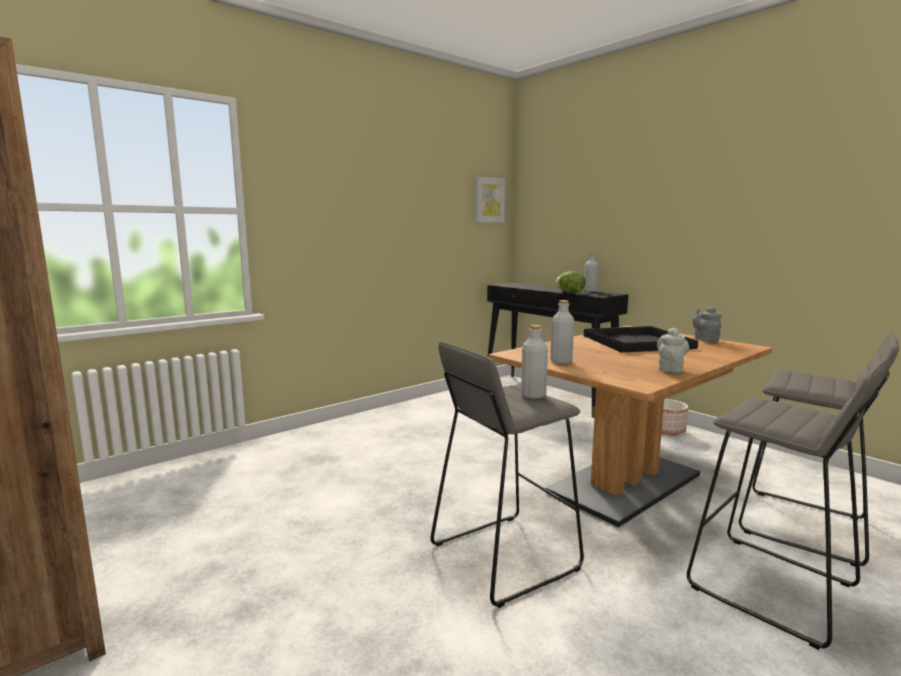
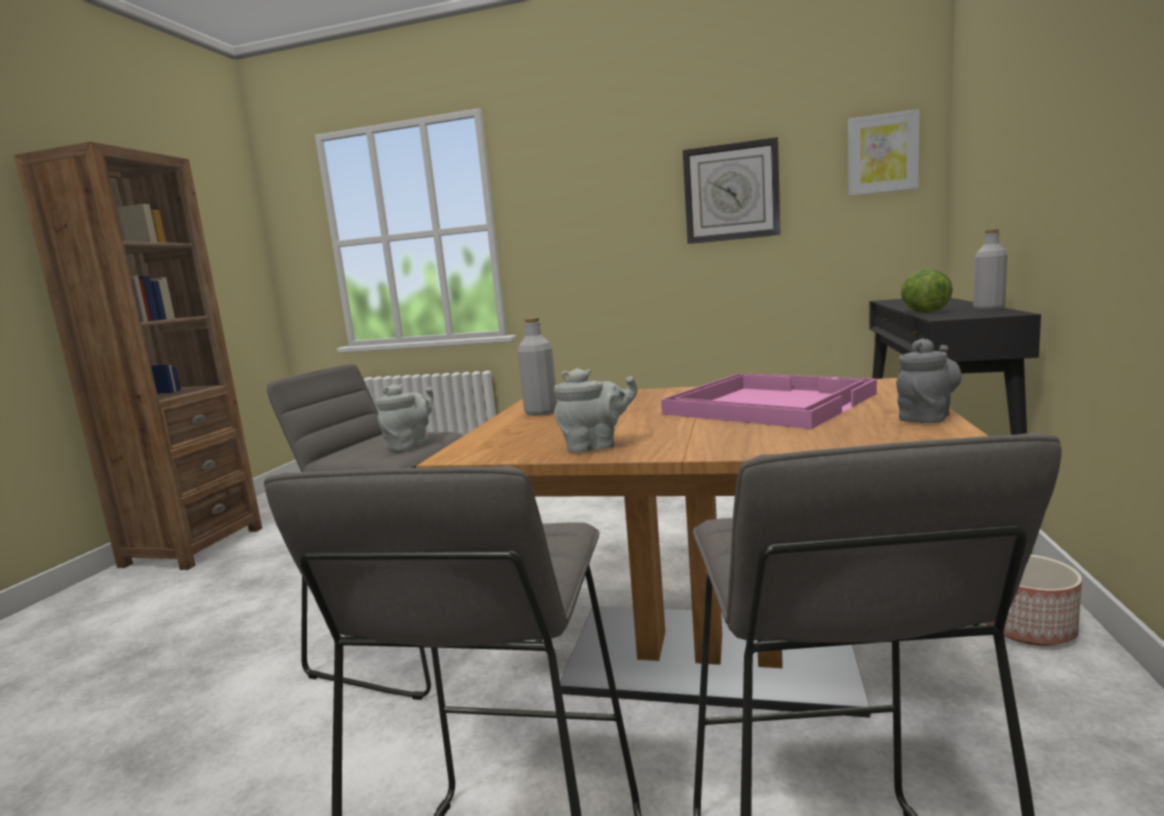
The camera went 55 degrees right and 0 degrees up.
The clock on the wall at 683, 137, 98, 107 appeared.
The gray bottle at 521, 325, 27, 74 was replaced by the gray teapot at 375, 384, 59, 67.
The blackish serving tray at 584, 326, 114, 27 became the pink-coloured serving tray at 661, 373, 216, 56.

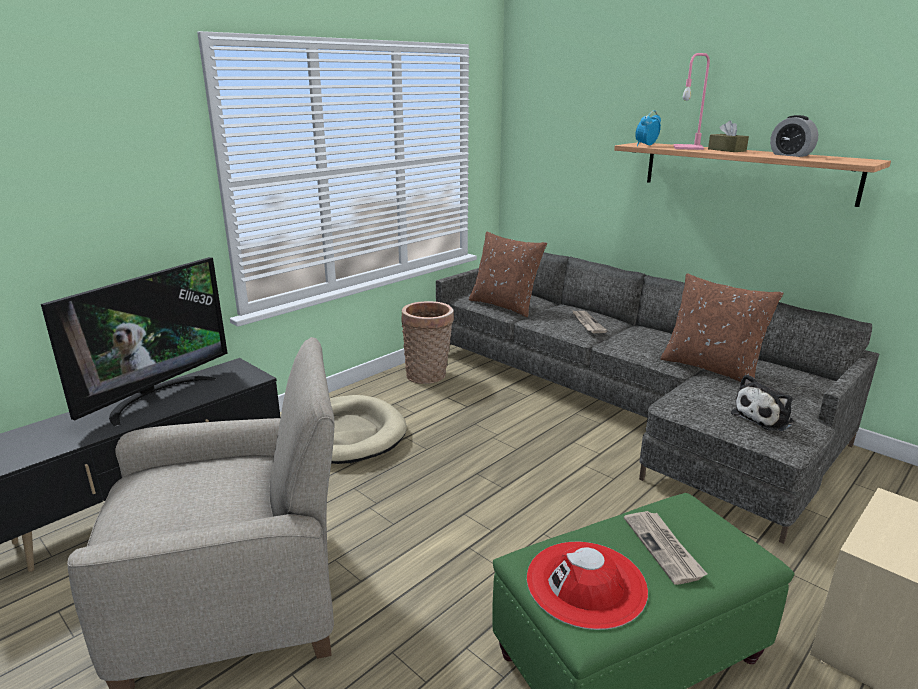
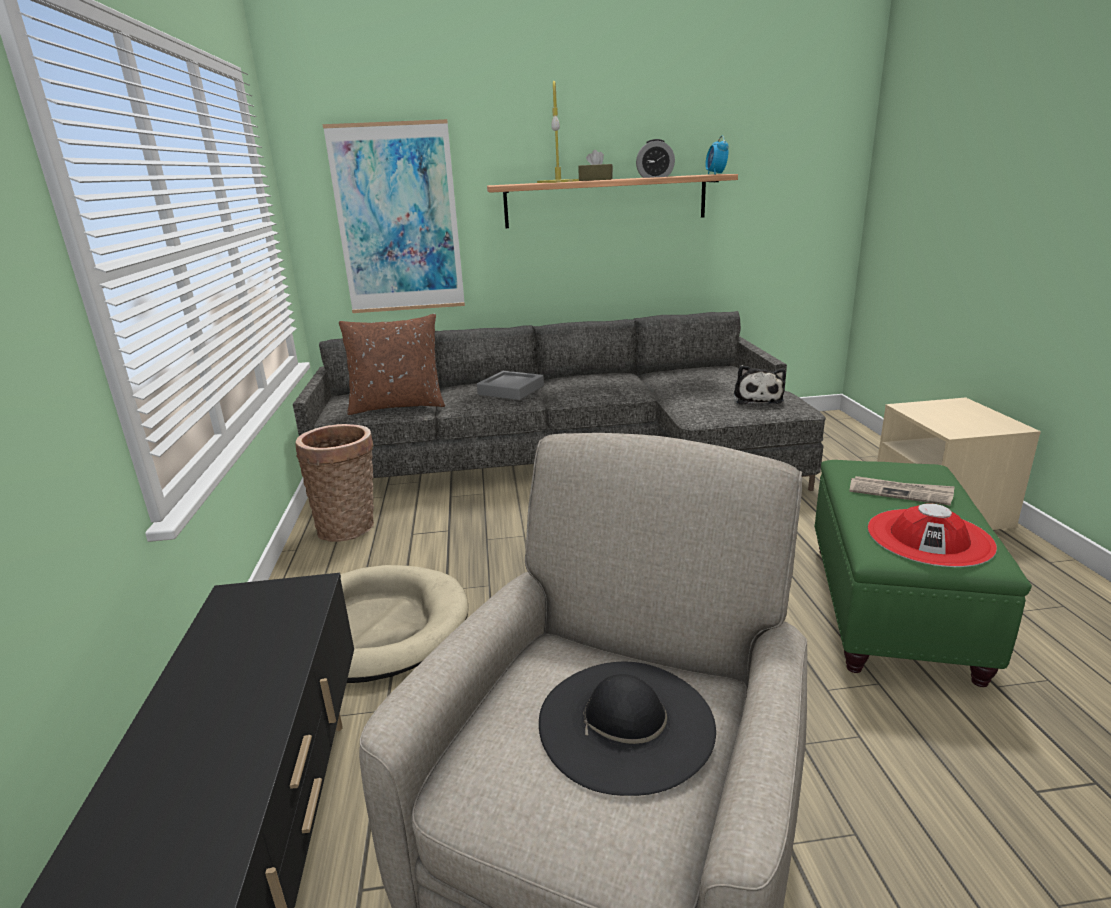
The camera went 50 degrees left and 0 degrees up.
The television at 41, 257, 187, 170 disappeared.
The brown throw pillow at 660, 274, 124, 108 disappeared.
The picture at 322, 119, 143, 194 appeared.
The blackish wearable hat at 539, 662, 177, 134 appeared.
The alarm clock moved from 635, 110, 26, 36 to 705, 136, 24, 39.
The newspaper at 572, 310, 35, 23 was replaced by the gray serving tray at 477, 371, 67, 29.
The pink-coloured tabletop lamp at 674, 53, 36, 97 became the yellow tabletop lamp at 537, 81, 42, 102.

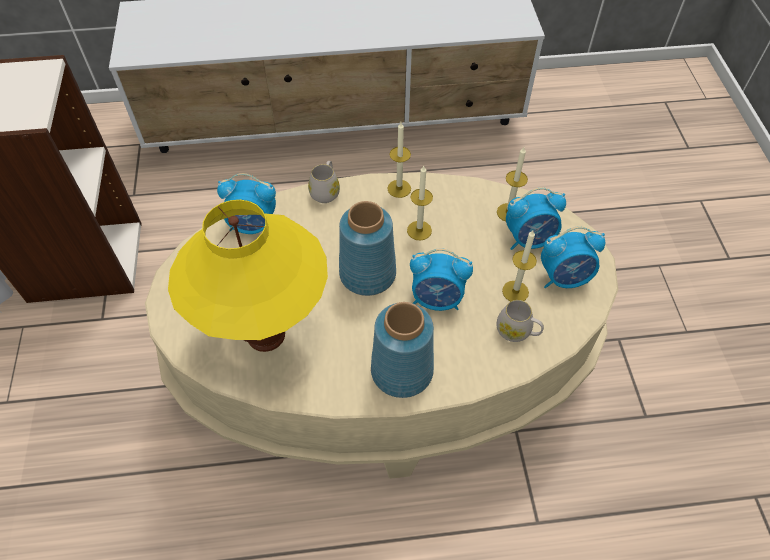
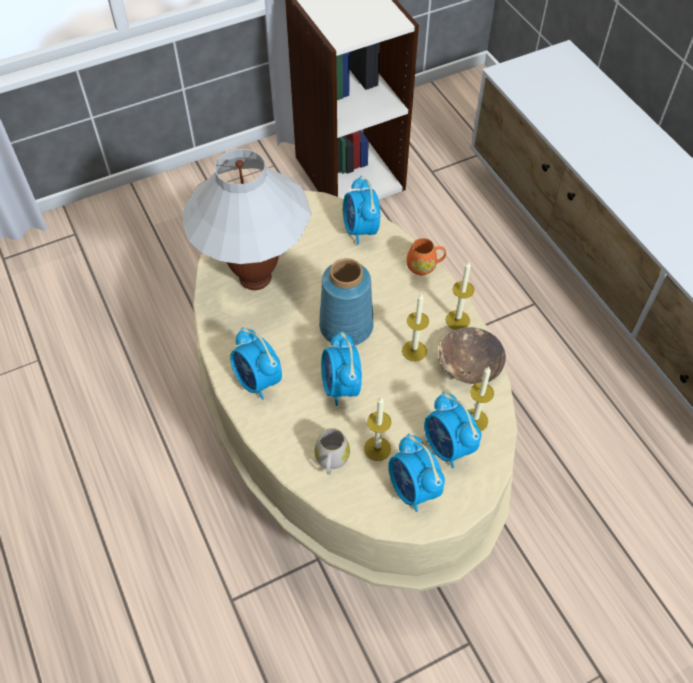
The camera went 70 degrees right and 0 degrees up.
The brown deep dish at 439, 327, 67, 57 appeared.
The blue-coloured vase at 371, 302, 63, 96 was replaced by the alarm clock at 230, 327, 52, 73.
The yellow tabletop lamp at 168, 200, 160, 152 became the white-coloured tabletop lamp at 182, 149, 130, 141.
The white-coloured mug at 308, 161, 32, 42 became the orange-coloured mug at 406, 238, 40, 37.

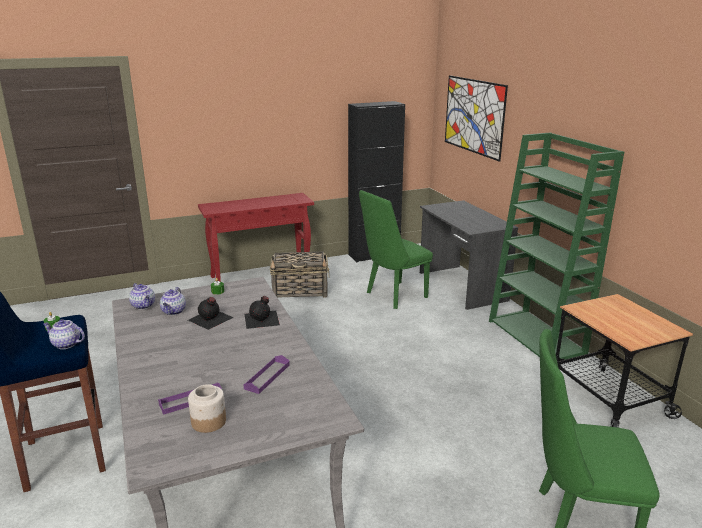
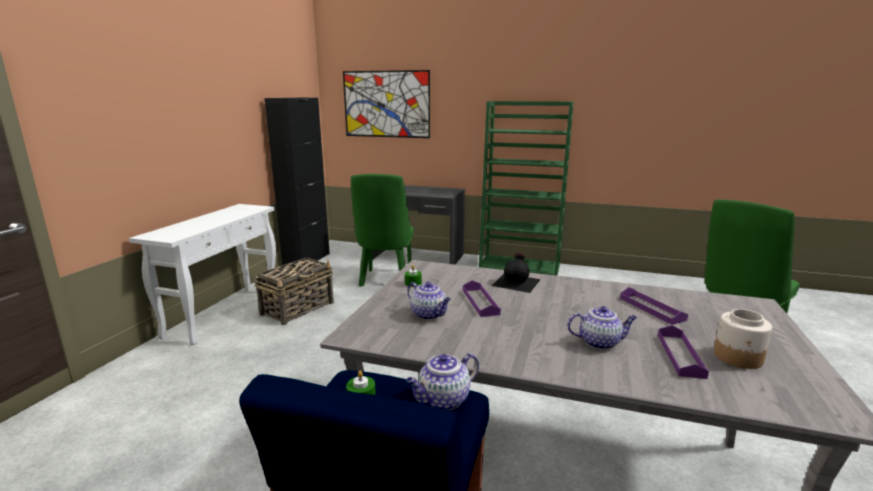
The camera went 50 degrees left and 5 degrees down.
The trolley at 556, 294, 137, 134 disappeared.
The teapot moved from 129, 283, 26, 26 to 567, 306, 70, 44.
The blackish bottle at 188, 297, 46, 33 was replaced by the purple serving tray at 463, 281, 38, 36.
The red hall table at 198, 193, 116, 89 became the white-coloured hall table at 129, 204, 147, 141.

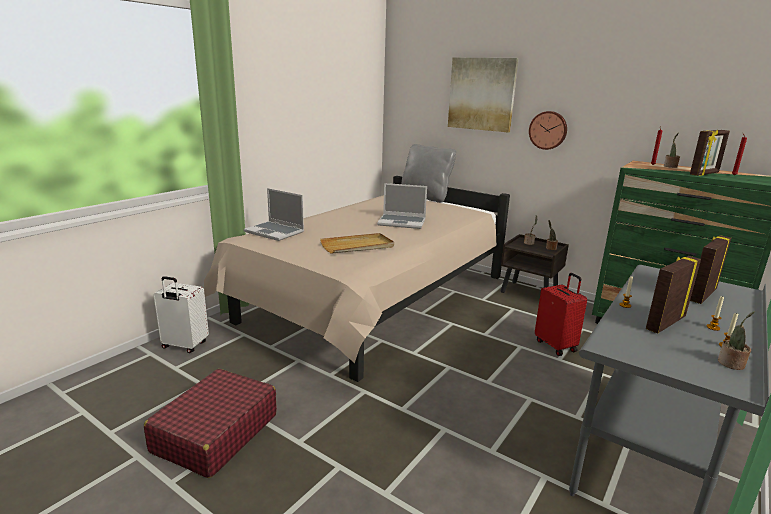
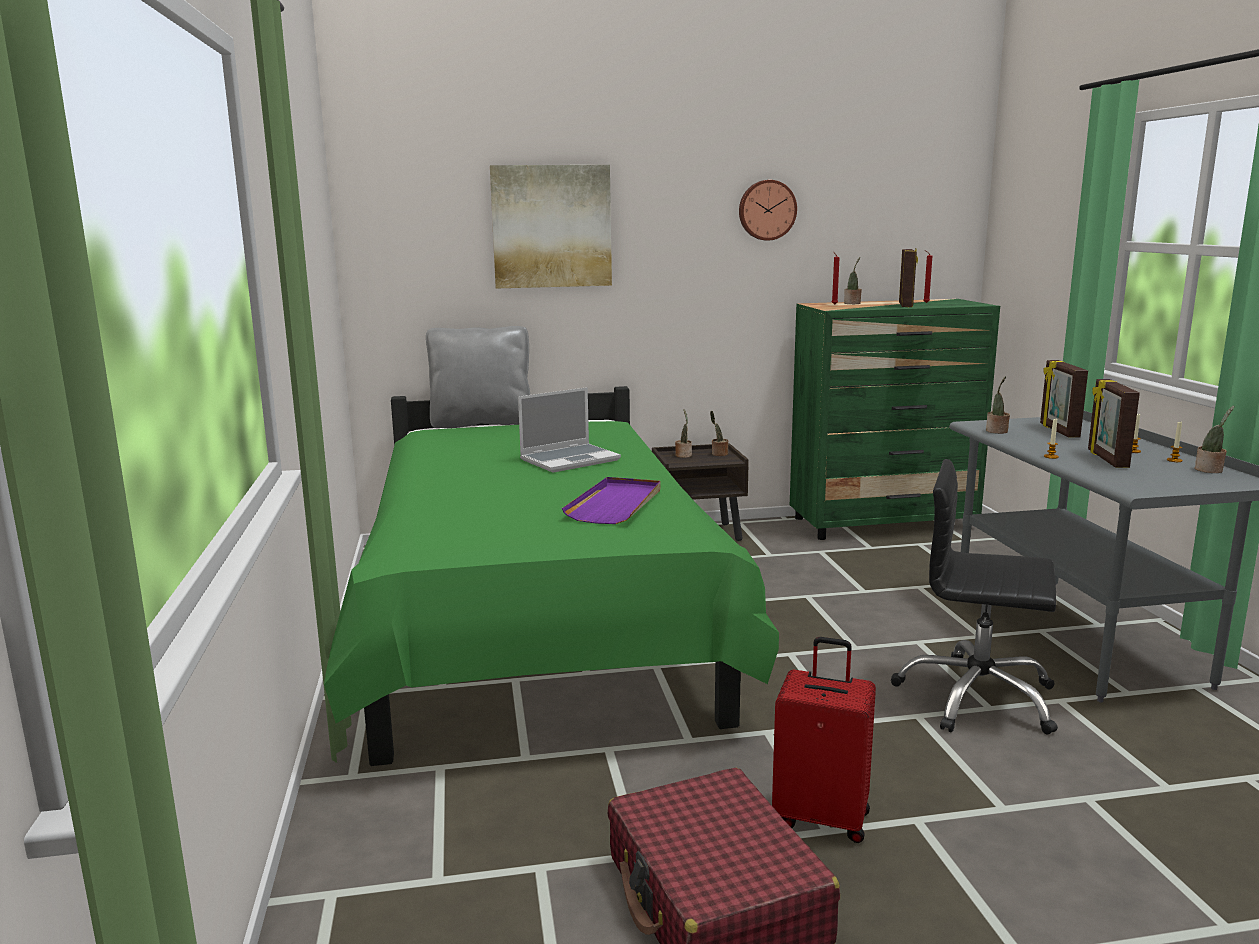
The camera went 45 degrees left and 5 degrees down.
The white-coloured piece of luggage at 154, 276, 55, 77 disappeared.
The portable computer at 244, 188, 60, 53 disappeared.
The blackish office chair at 891, 459, 167, 276 appeared.
The plant in a pot at 986, 376, 24, 58 appeared.
The clock on the wall moved from 529, 111, 38, 39 to 739, 180, 58, 61.
The red piece of luggage moved from 535, 273, 52, 83 to 772, 637, 104, 206.
The beige bed at 204, 176, 306, 206 became the green bed at 324, 386, 455, 380.
The beige serving tray at 320, 233, 74, 21 became the purple serving tray at 562, 477, 99, 47.

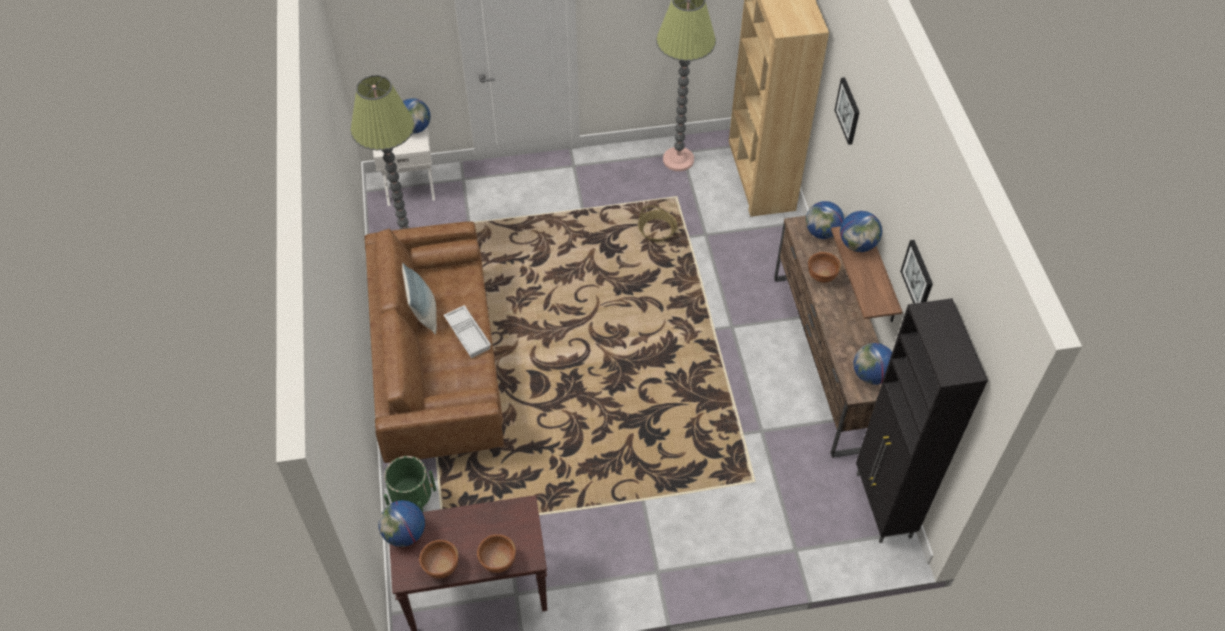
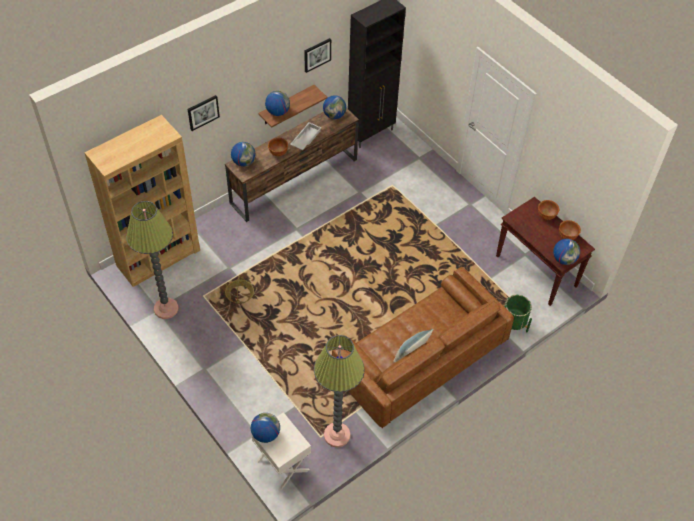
The camera went 120 degrees left and 0 degrees up.
The white-coloured serving tray moved from 444, 305, 47, 53 to 290, 122, 31, 28.

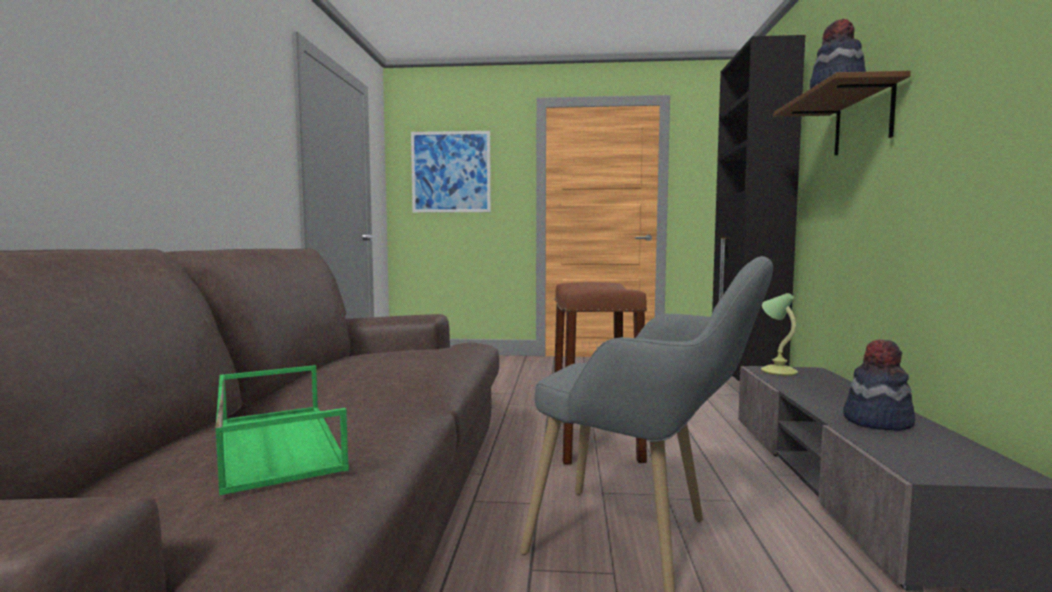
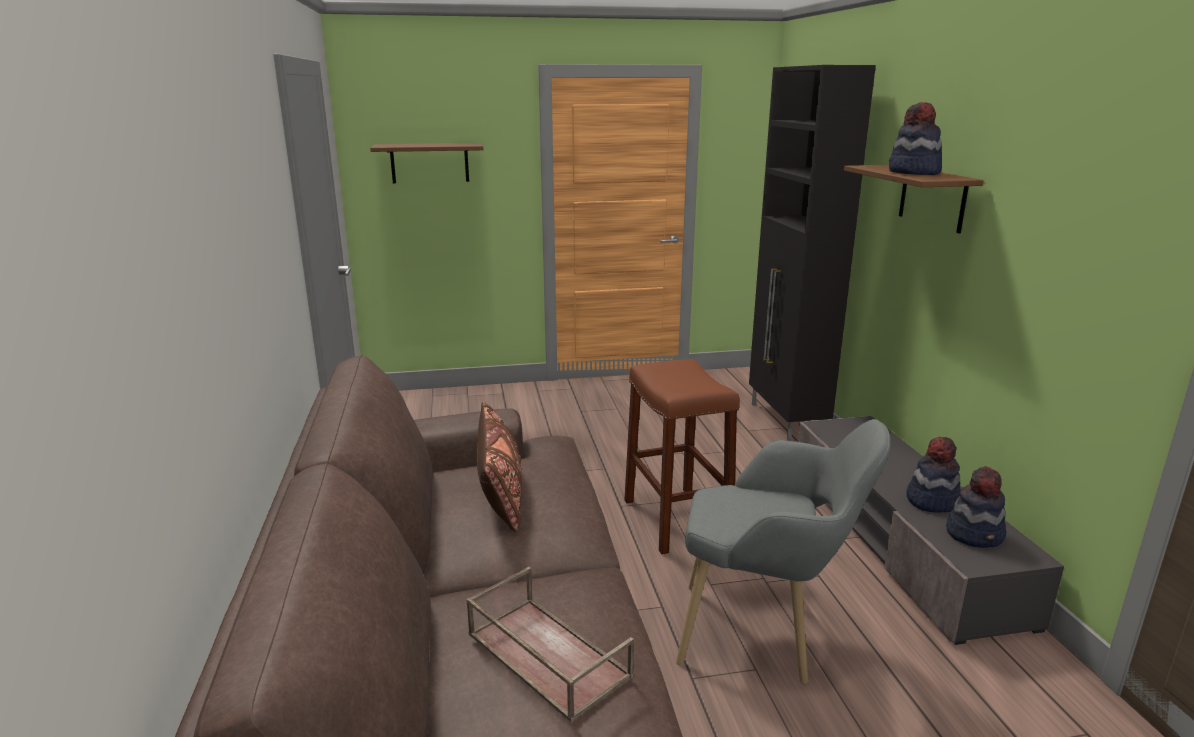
The camera went 15 degrees left and 15 degrees up.
The tabletop lamp at 761, 293, 37, 83 disappeared.
The brown throw pillow at 477, 401, 45, 131 appeared.
The wearable hat at 946, 466, 60, 82 appeared.
The picture at 411, 131, 80, 82 was replaced by the brown wall shelf at 370, 143, 113, 40.
The green serving tray at 215, 365, 134, 131 became the brown serving tray at 466, 567, 168, 156.

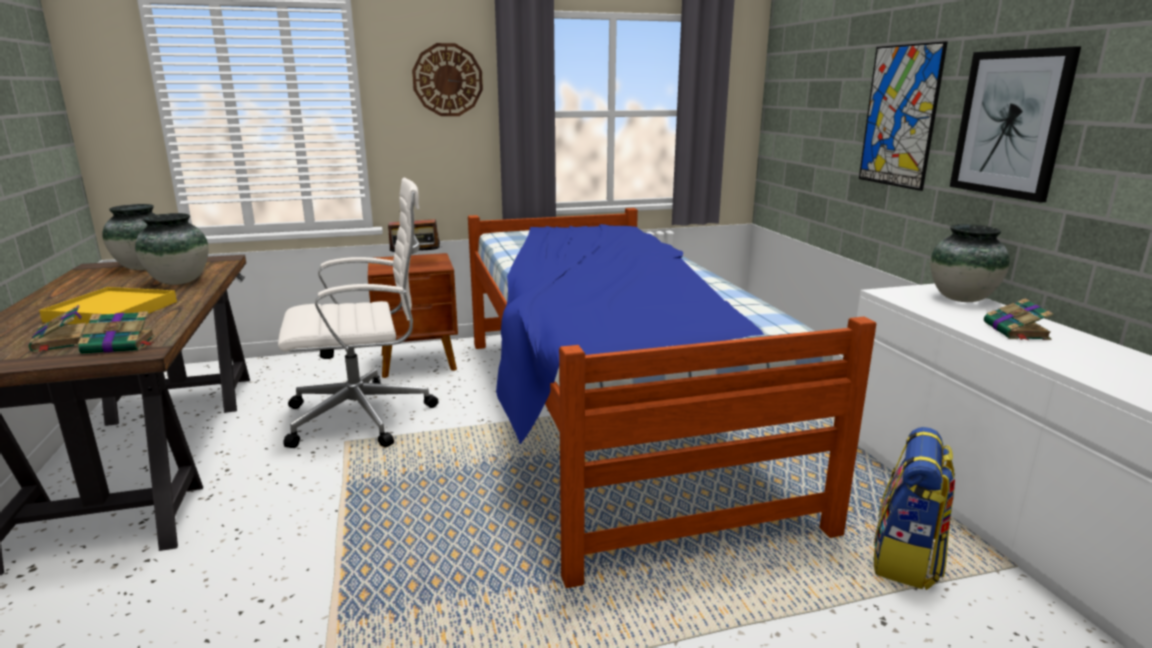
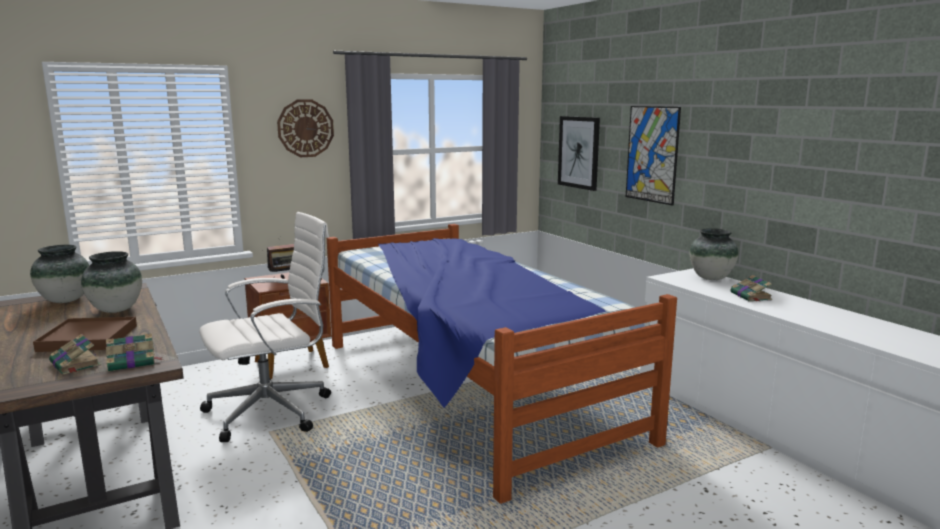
The camera went 15 degrees left and 5 degrees down.
The knapsack at 874, 427, 81, 163 disappeared.
The picture moved from 950, 46, 131, 157 to 558, 116, 42, 75.
The yellow serving tray at 39, 287, 138, 38 became the brown serving tray at 33, 317, 104, 35.

